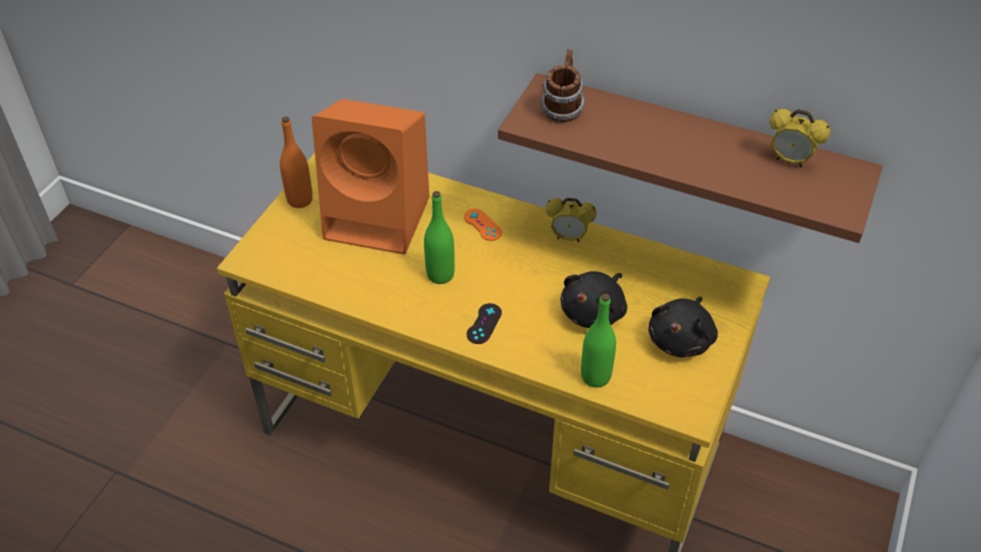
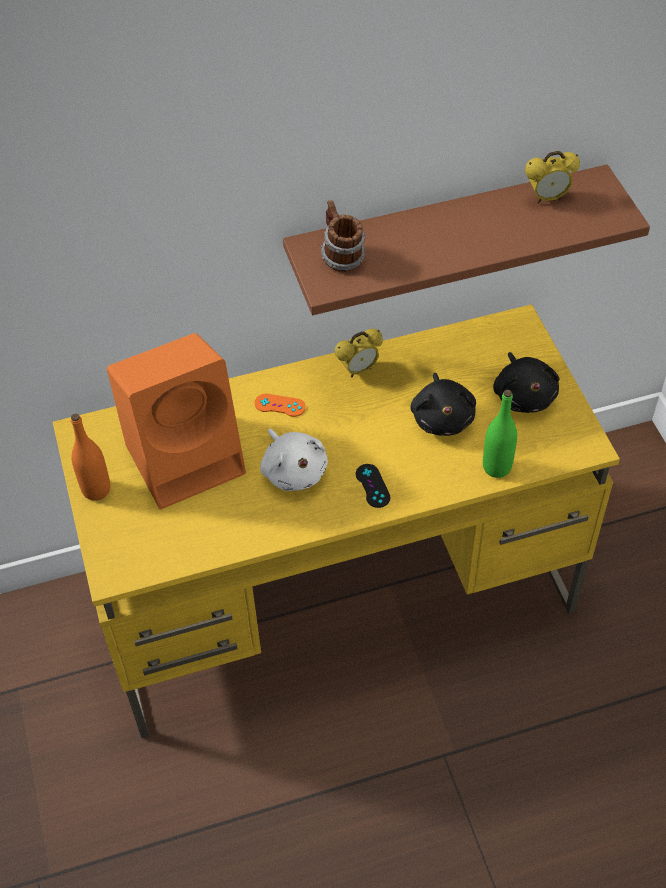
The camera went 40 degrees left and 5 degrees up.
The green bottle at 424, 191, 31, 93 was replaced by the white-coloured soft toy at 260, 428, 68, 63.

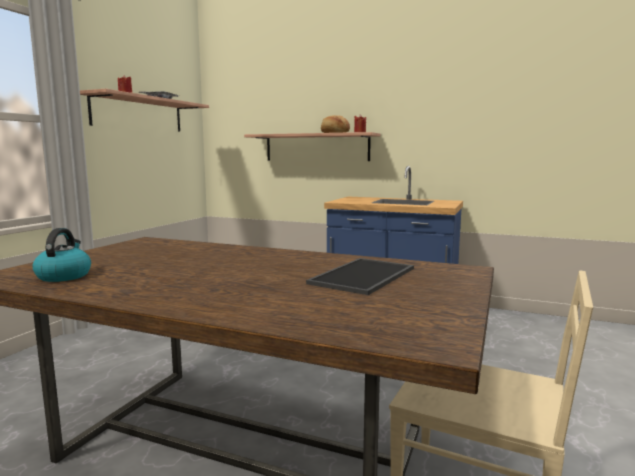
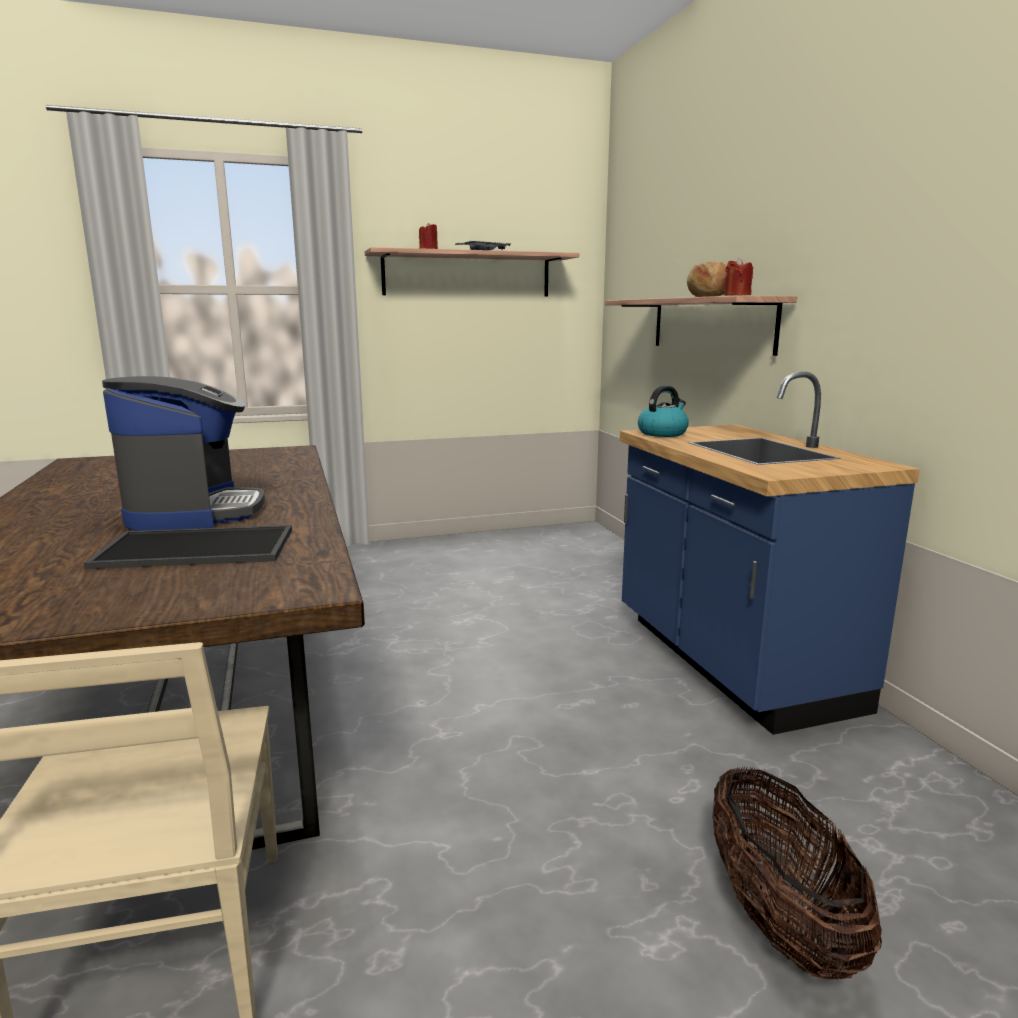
The camera went 50 degrees right and 5 degrees up.
The coffee maker at 102, 376, 163, 155 appeared.
The storage basket at 712, 766, 170, 213 appeared.
The water kettle moved from 32, 228, 59, 54 to 638, 386, 51, 51.

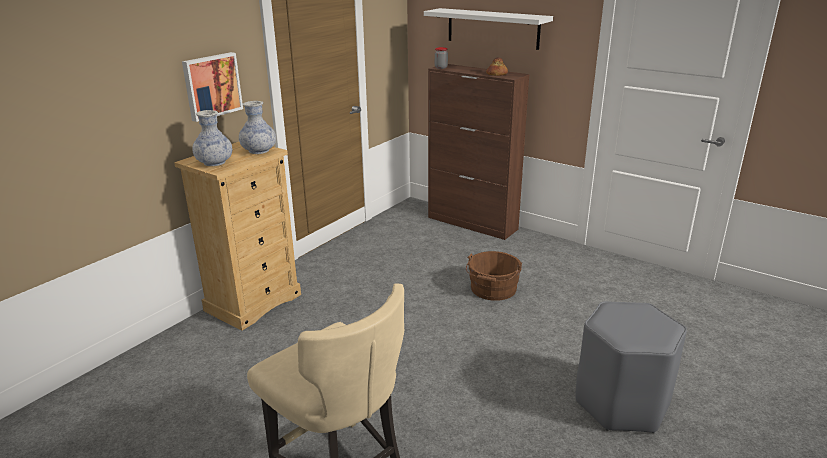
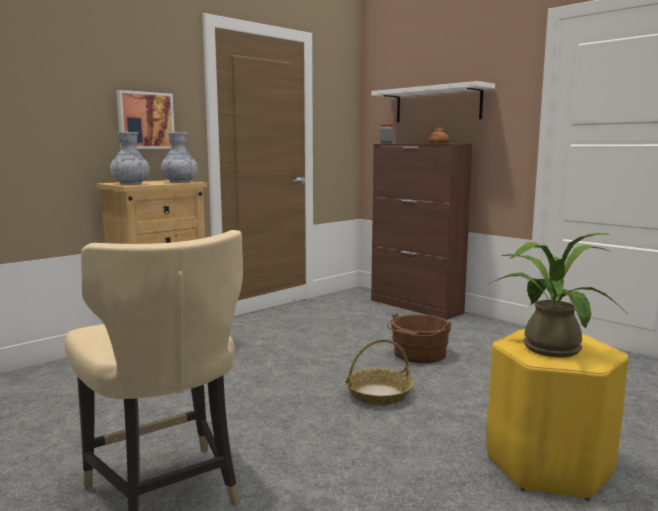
The camera went 10 degrees right and 15 degrees down.
The storage basket at 345, 339, 68, 67 appeared.
The plant in a pot at 487, 233, 133, 124 appeared.
The gray sitting stool at 576, 301, 111, 132 became the yellow sitting stool at 487, 329, 141, 172.

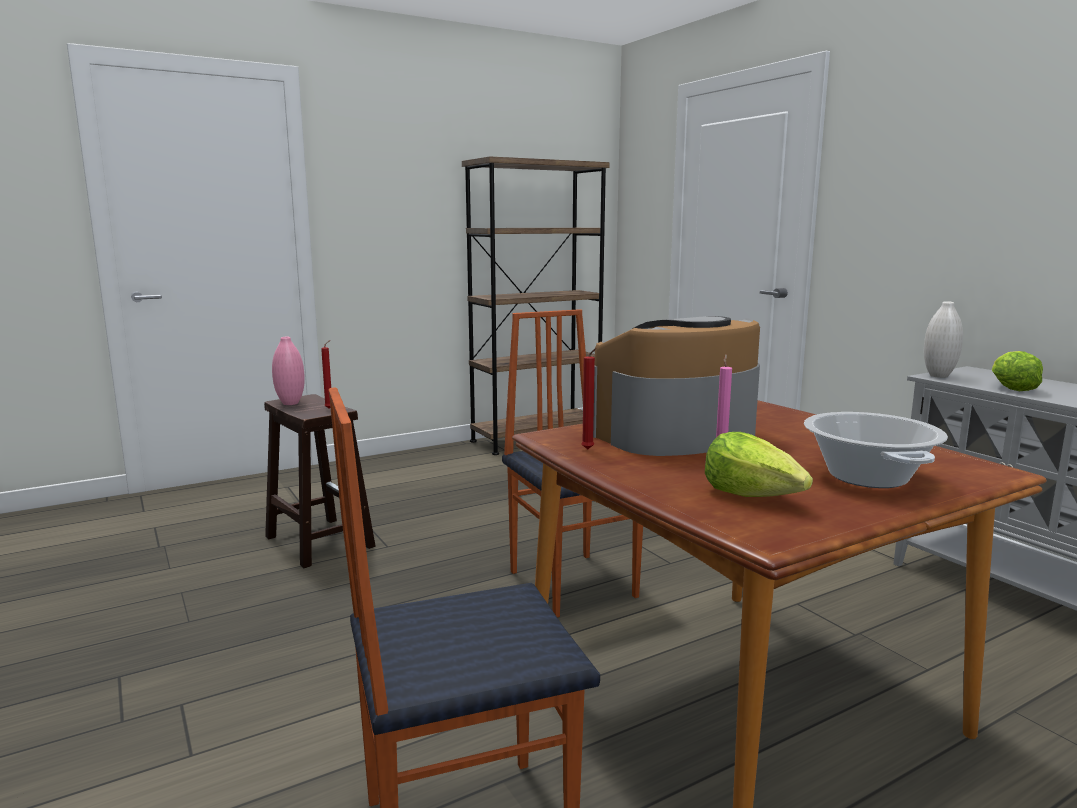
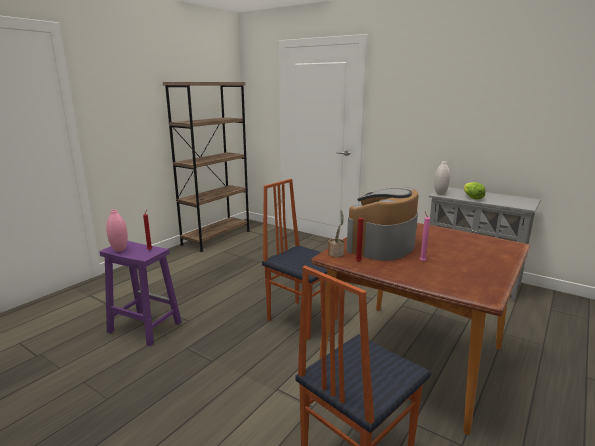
The camera went 25 degrees left and 5 degrees up.
The head of lettuce at 705, 432, 108, 65 disappeared.
The stockpot at 804, 412, 144, 76 disappeared.
The plant in a pot at 328, 210, 16, 47 appeared.
The brown sitting stool at 264, 394, 111, 174 became the purple sitting stool at 100, 241, 82, 105.

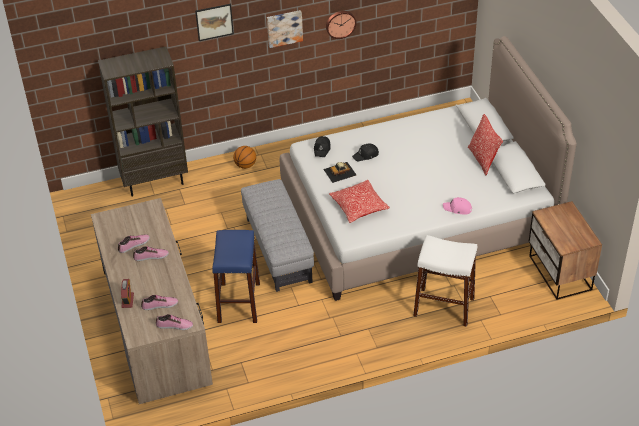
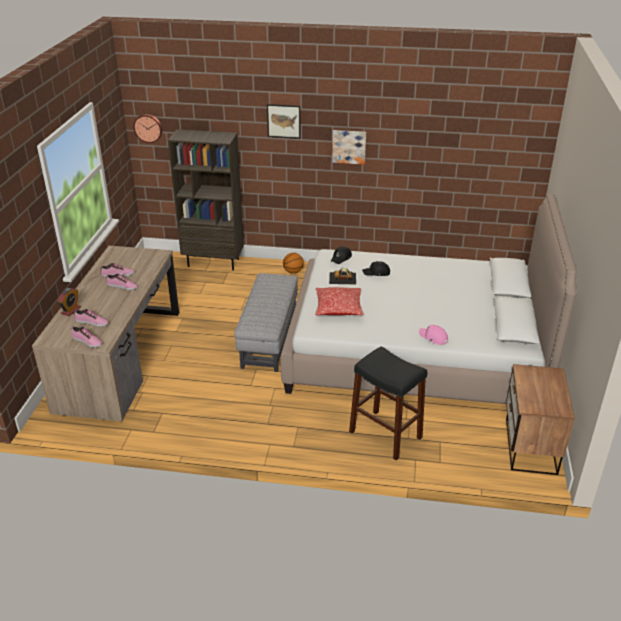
The camera went 25 degrees right and 10 degrees down.
The blue-coloured sitting stool at 212, 230, 48, 93 disappeared.
The throw pillow at 468, 114, 35, 61 disappeared.
The clock on the wall moved from 326, 11, 30, 28 to 133, 114, 29, 29.
The white-coloured sitting stool at 413, 235, 64, 92 became the blackish sitting stool at 349, 346, 78, 114.

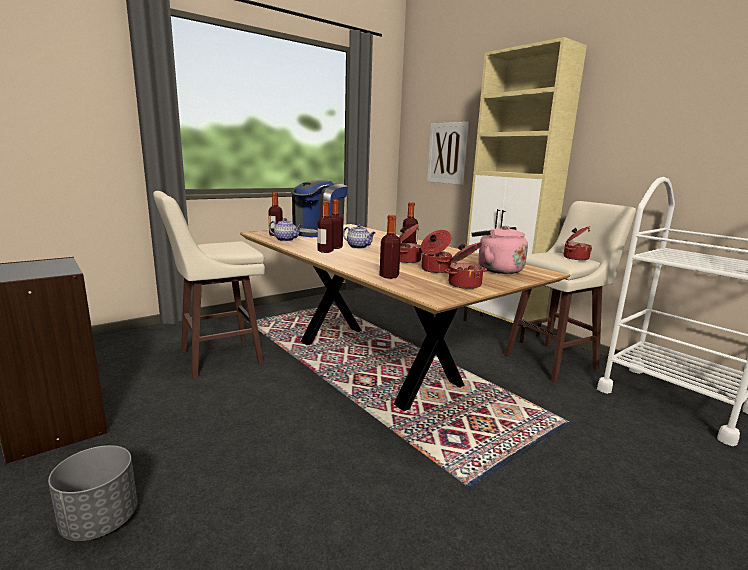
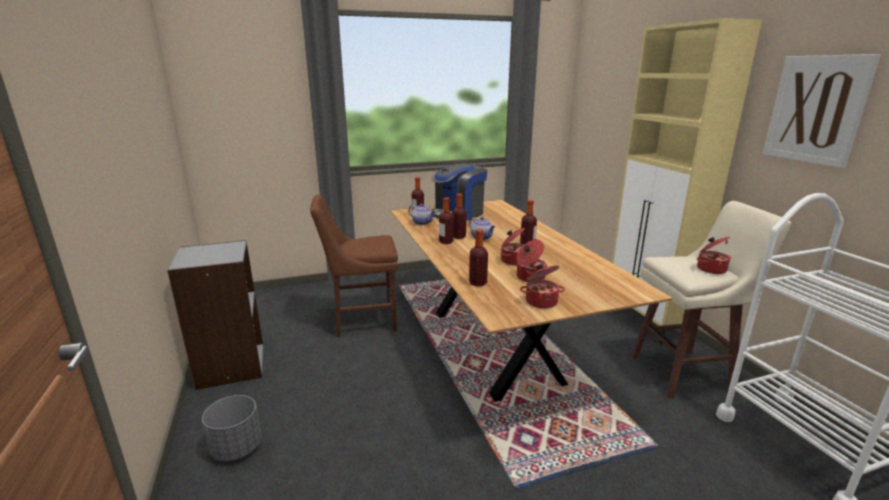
The camera went 20 degrees right and 5 degrees up.
The pink-coloured water kettle at 472, 226, 56, 48 disappeared.
The picture moved from 427, 122, 42, 63 to 763, 54, 118, 114.
The beige sitting stool at 153, 191, 112, 187 was replaced by the brown plain chair at 310, 194, 88, 143.

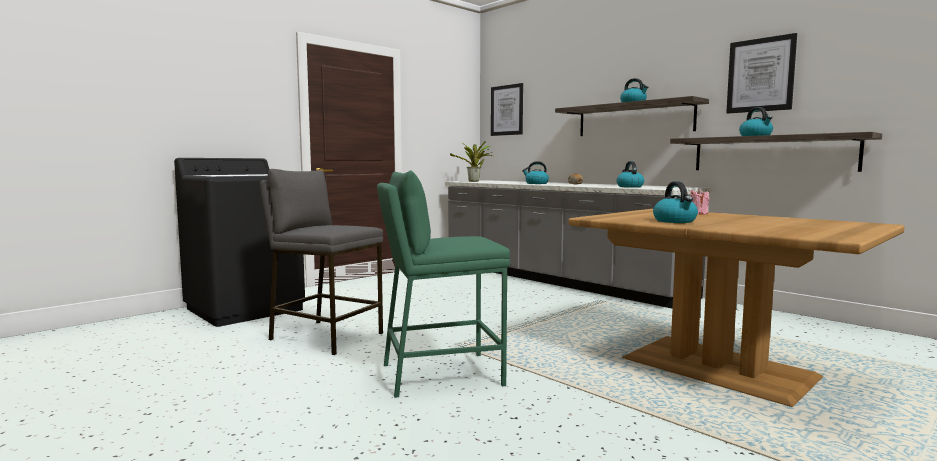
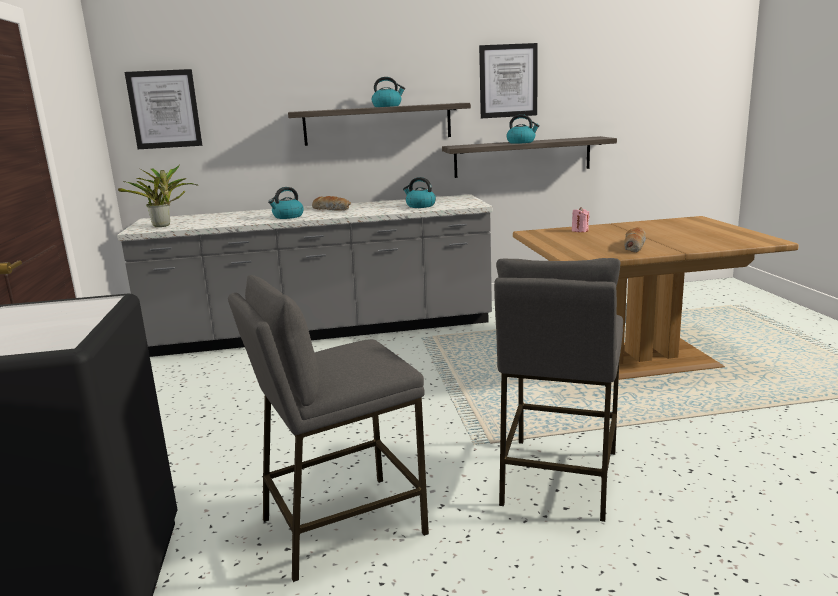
The camera went 55 degrees left and 10 degrees up.
The water kettle at 653, 181, 45, 42 was replaced by the baked bread at 624, 227, 22, 26.
The green sitting stool at 377, 170, 133, 228 became the gray sitting stool at 494, 258, 129, 264.

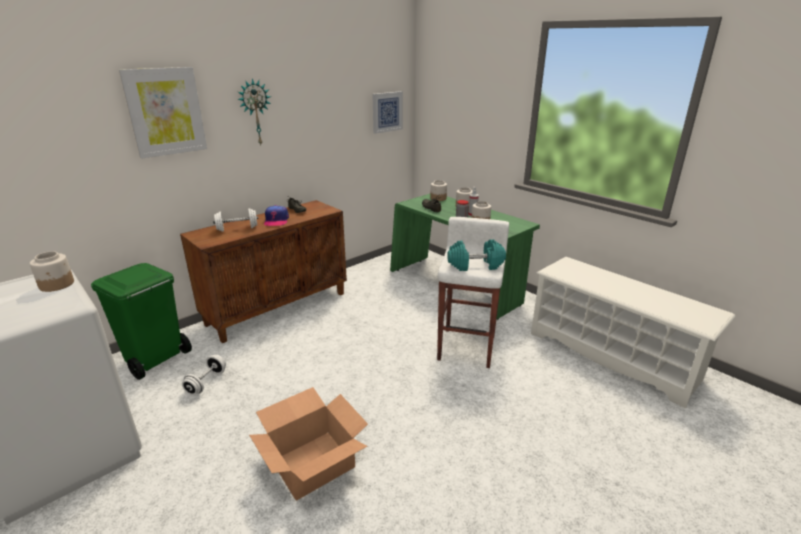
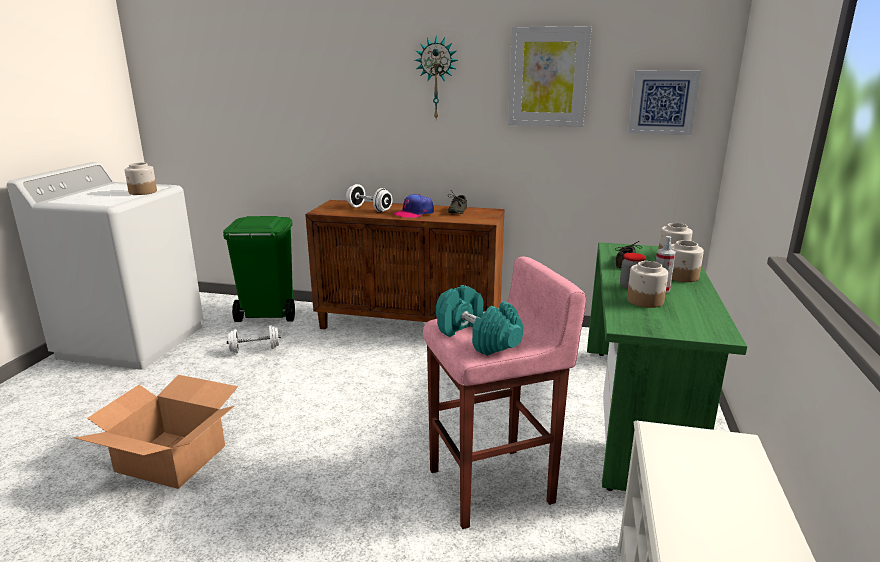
The camera went 55 degrees right and 5 degrees down.
The picture moved from 119, 67, 88, 92 to 508, 26, 84, 101.
The white-coloured sitting stool at 437, 217, 72, 151 became the pink-coloured sitting stool at 423, 257, 164, 272.

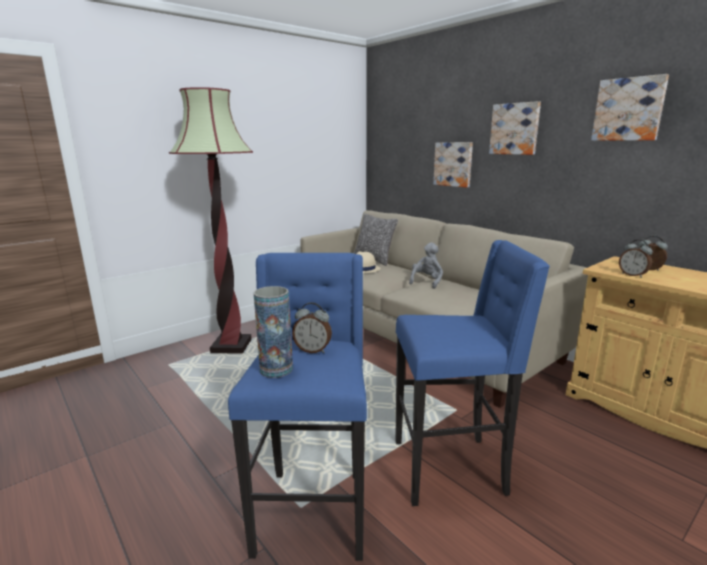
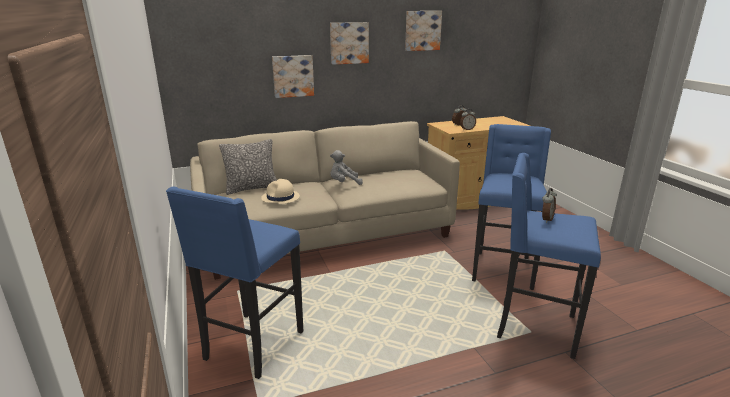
The camera went 70 degrees left and 5 degrees up.
The vase at 253, 286, 40, 92 disappeared.
The standard lamp at 169, 87, 84, 266 was replaced by the blue-coloured sitting stool at 166, 187, 137, 192.
The gray soft toy at 409, 242, 34, 47 turned 60 degrees counterclockwise.

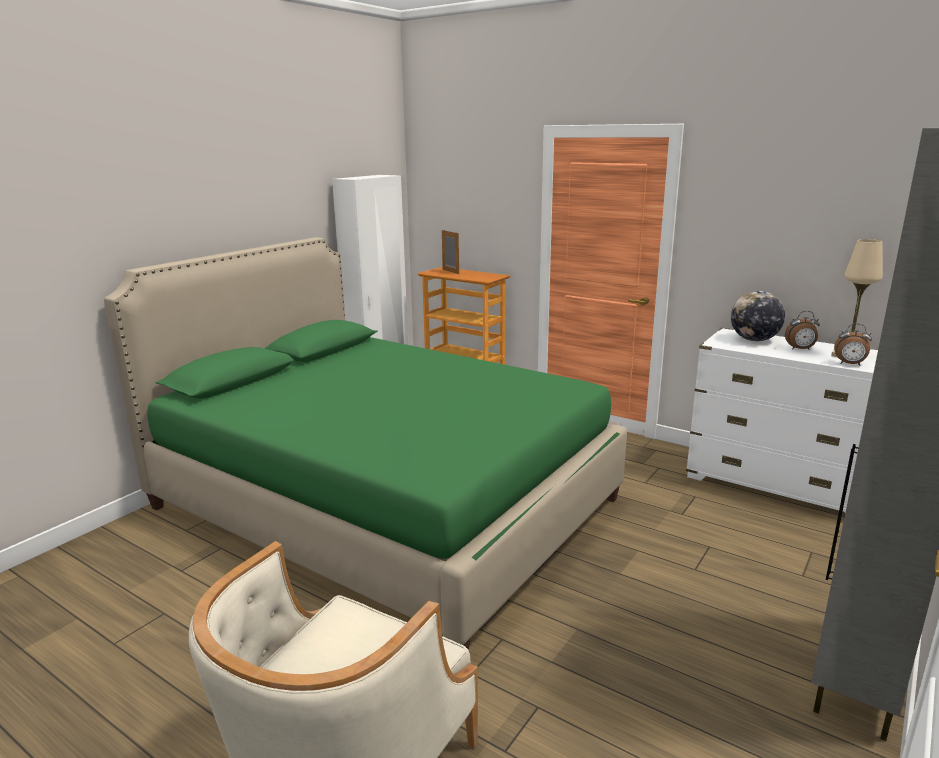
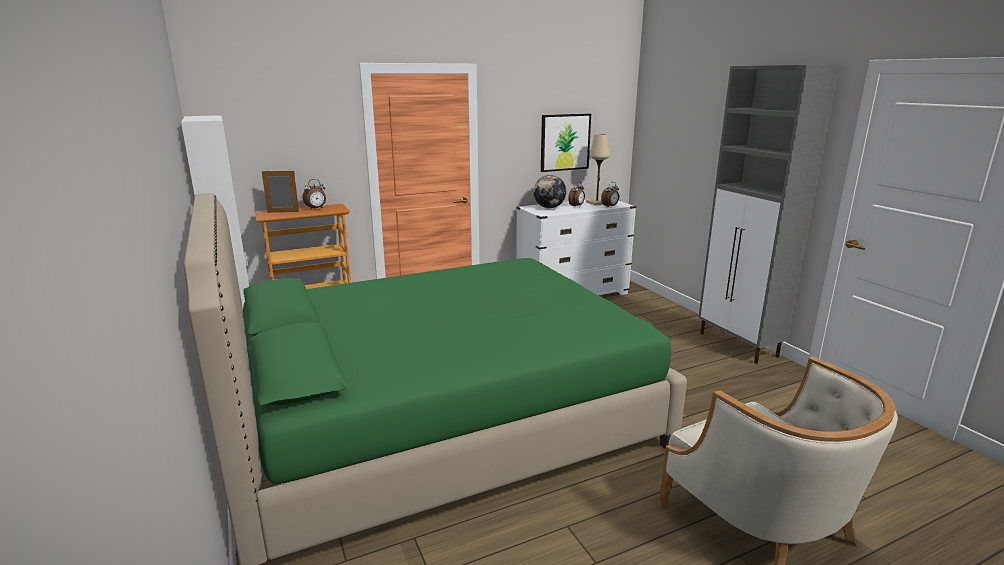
The camera went 60 degrees left and 0 degrees up.
The alarm clock at 302, 179, 24, 30 appeared.
The picture at 541, 113, 50, 59 appeared.

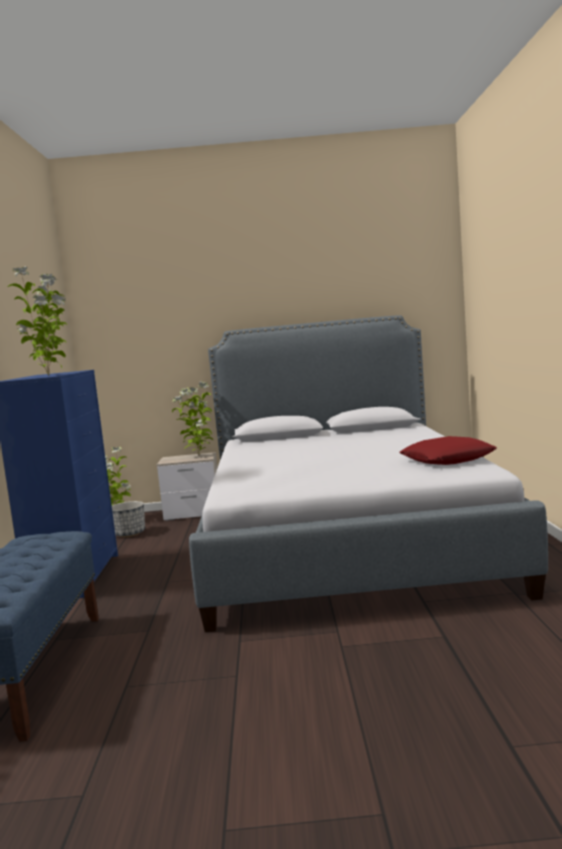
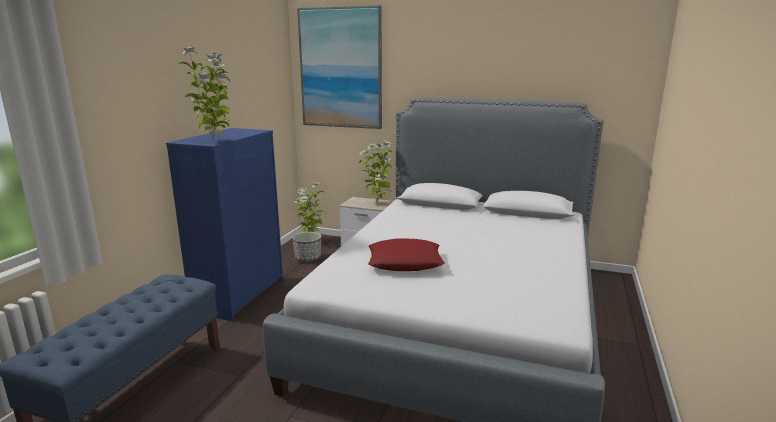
The camera went 20 degrees right and 10 degrees up.
The picture at 297, 5, 85, 124 appeared.
The red throw pillow moved from 399, 436, 98, 29 to 368, 239, 77, 32.

